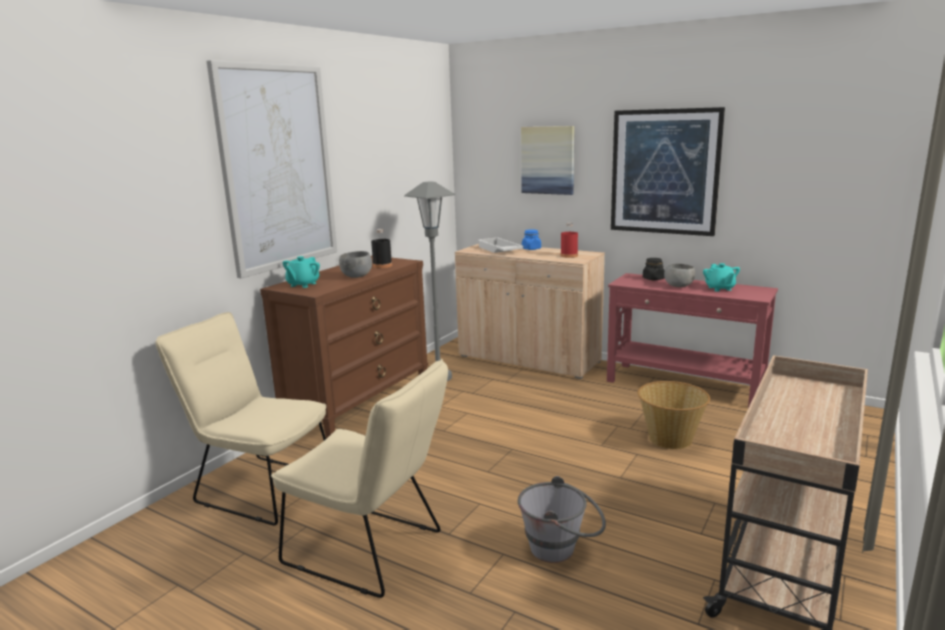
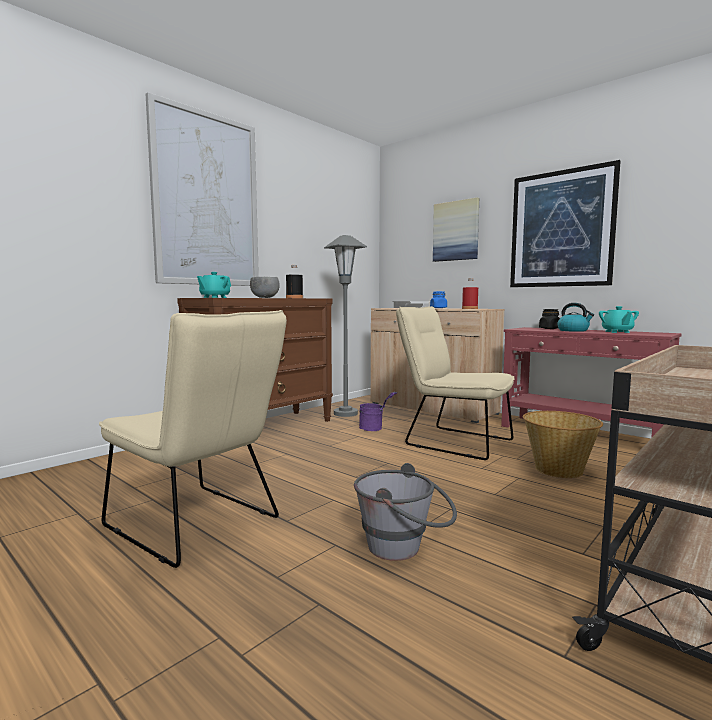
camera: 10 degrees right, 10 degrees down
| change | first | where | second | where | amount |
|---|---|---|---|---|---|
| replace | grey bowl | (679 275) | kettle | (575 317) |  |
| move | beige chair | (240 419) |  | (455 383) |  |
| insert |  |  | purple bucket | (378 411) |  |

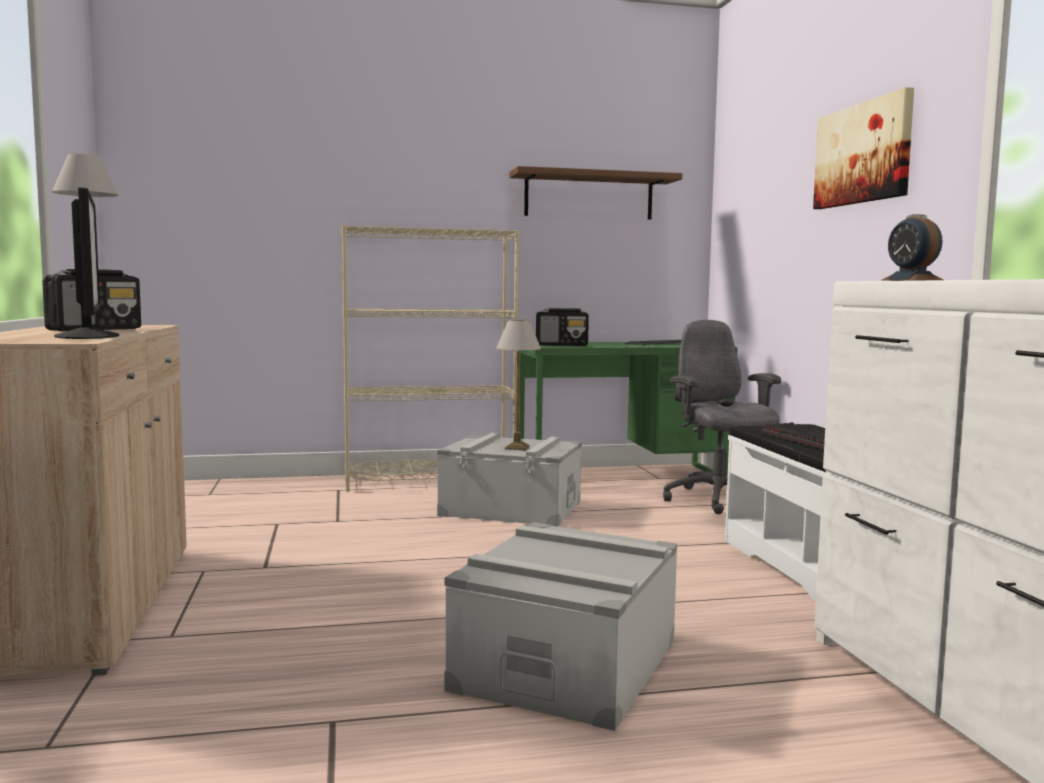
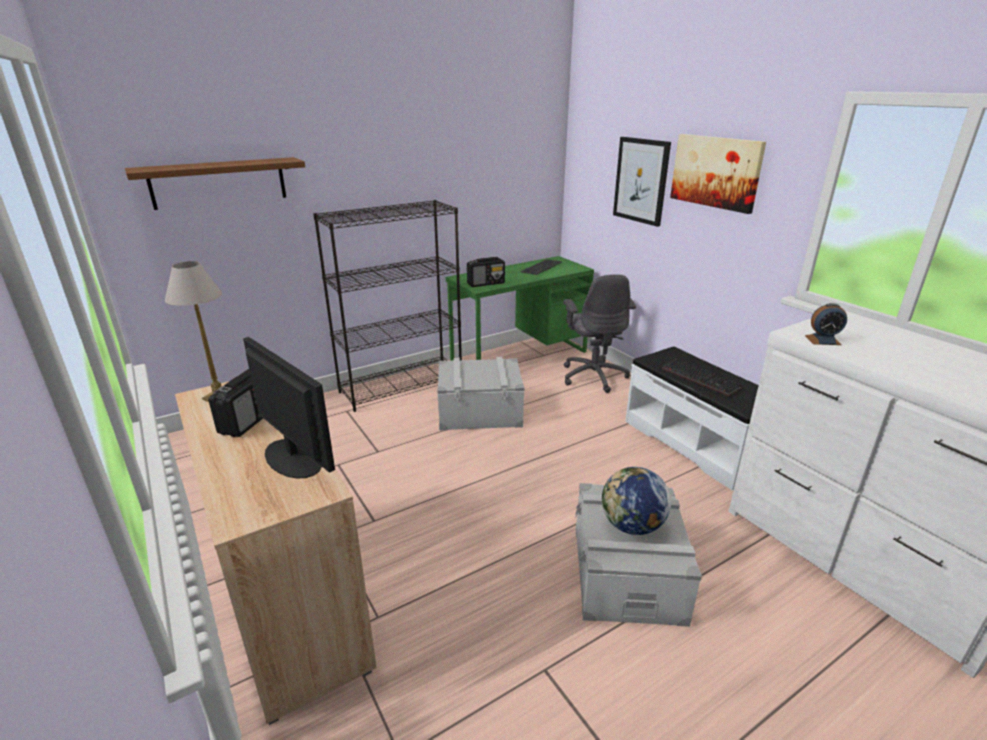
camera: 20 degrees left, 20 degrees up
| change | first | where | second | where | amount |
|---|---|---|---|---|---|
| move | brown shelf | (595 193) |  | (215 183) |  |
| rotate | alarm clock | (913 247) |  | (826 324) | 45 degrees counterclockwise |
| recolor | beige bookcase | (430 358) | black bookcase | (387 306) |  |
| delete | table lamp | (518 385) |  |  |  |
| rotate | grey office chair | (722 417) |  | (599 333) | 150 degrees counterclockwise |
| insert |  |  | picture | (642 182) |  |
| insert |  |  | globe | (636 501) |  |

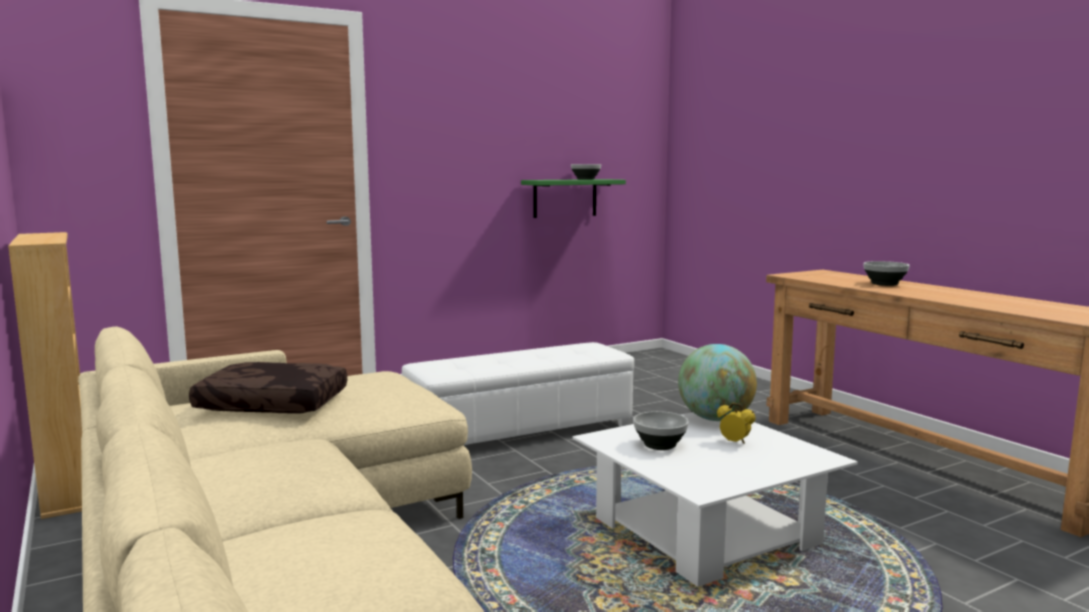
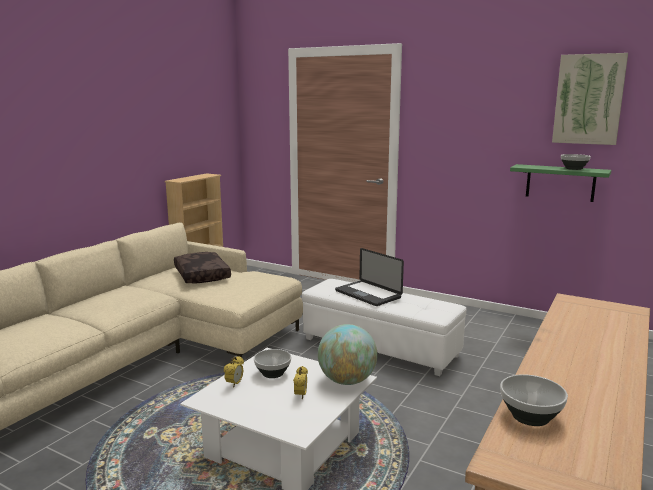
camera: 60 degrees right, 5 degrees up
| change | first | where | second | where | amount |
|---|---|---|---|---|---|
| move | bowl | (887 273) |  | (534 400) |  |
| insert |  |  | picture | (590 99) |  |
| insert |  |  | laptop | (369 277) |  |
| insert |  |  | alarm clock | (234 372) |  |

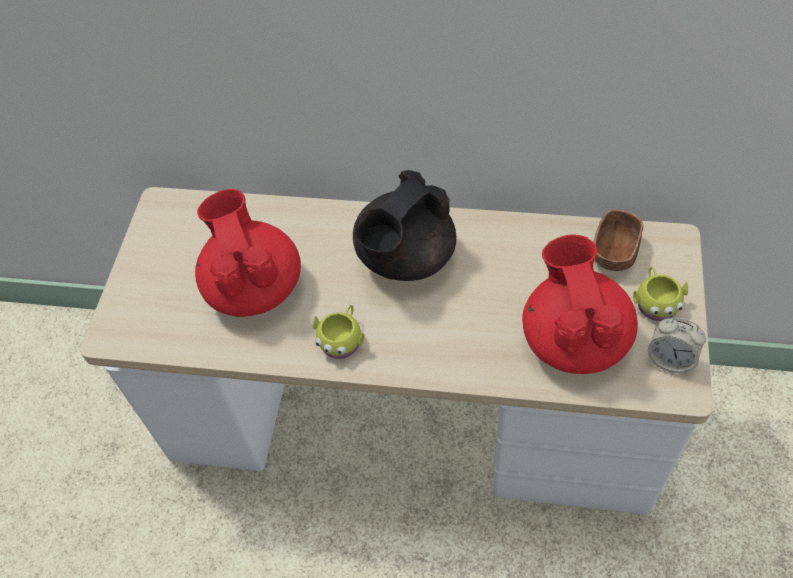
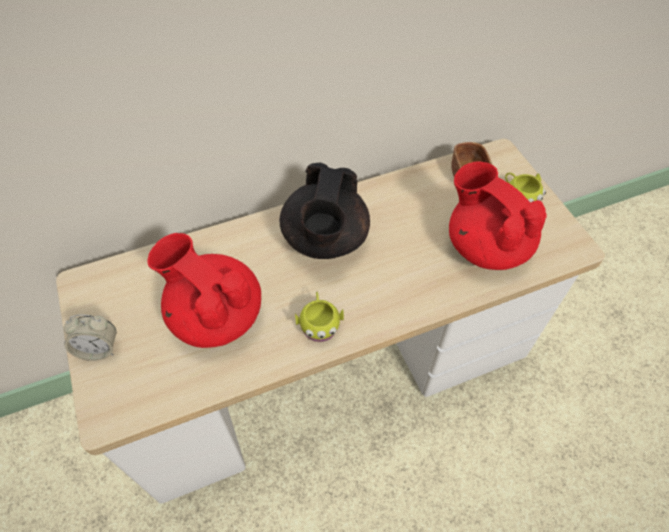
camera: 35 degrees left, 0 degrees up
| change | first | where | second | where | amount |
|---|---|---|---|---|---|
| move | alarm clock | (676 345) |  | (89 338) |  |

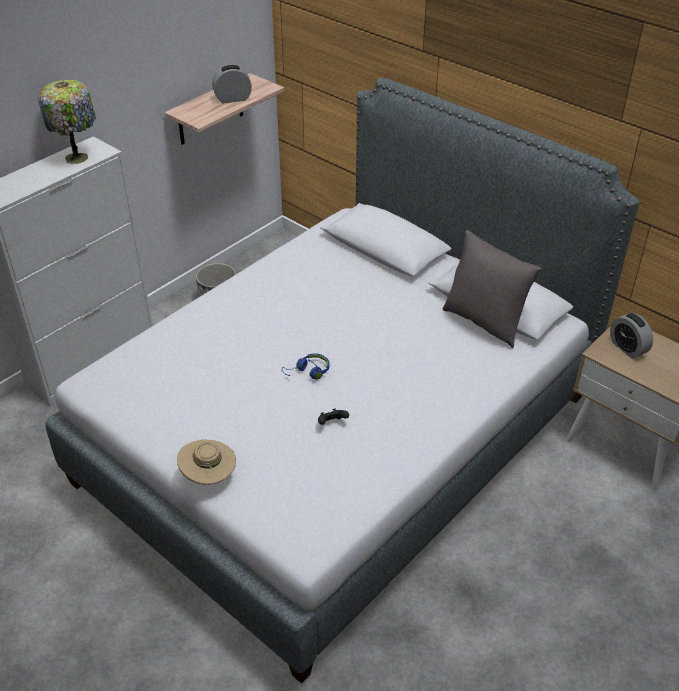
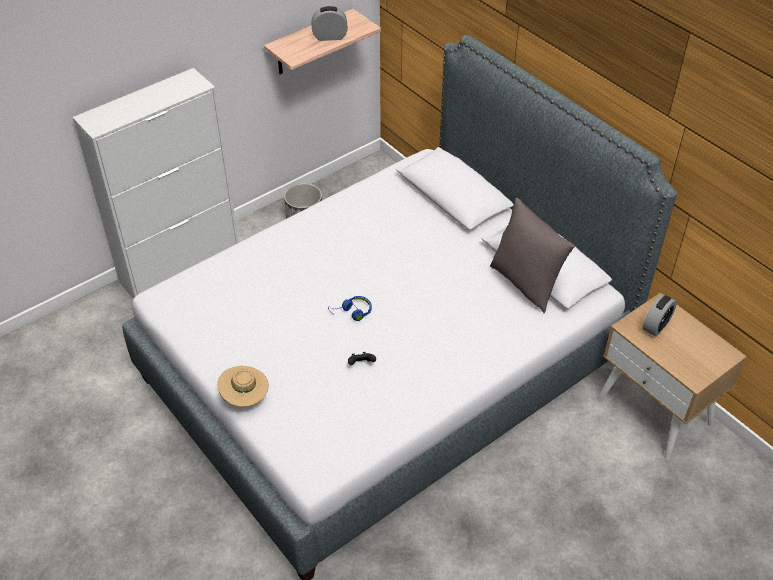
camera: 10 degrees right, 5 degrees up
| change | first | where | second | where | amount |
|---|---|---|---|---|---|
| delete | table lamp | (67 122) |  |  |  |
| rotate | alarm clock | (631 335) |  | (660 315) | 120 degrees counterclockwise |

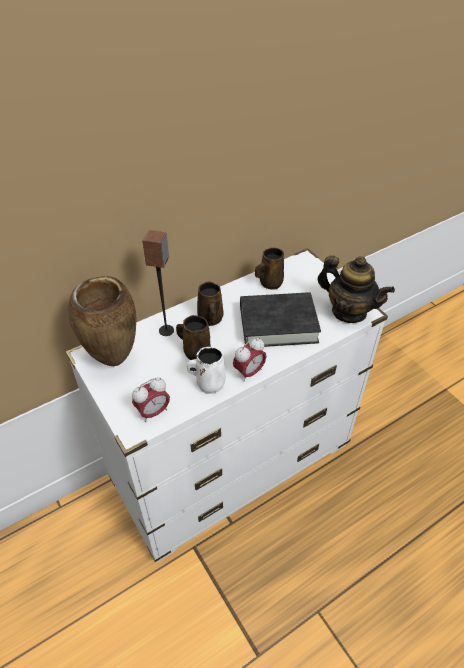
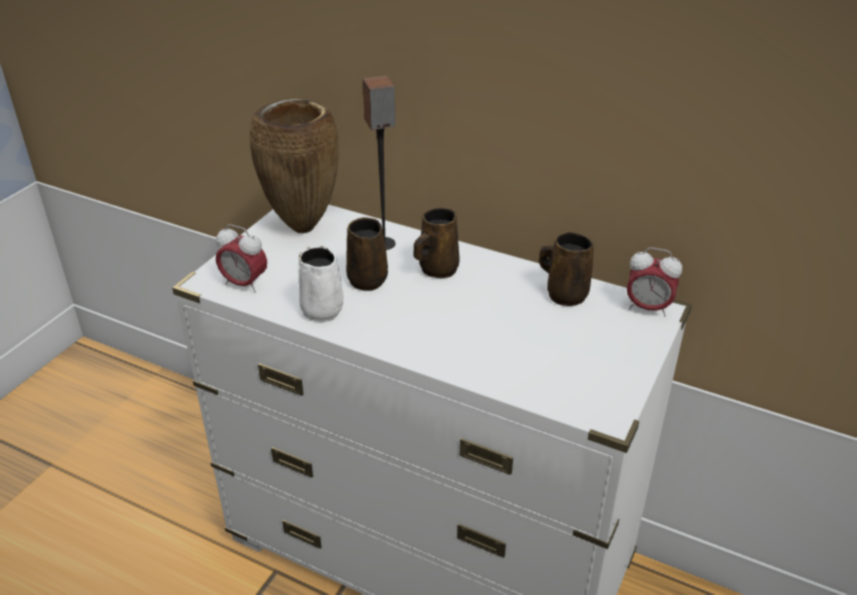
camera: 60 degrees right, 10 degrees down
| change | first | where | second | where | amount |
|---|---|---|---|---|---|
| delete | teapot | (356 289) |  |  |  |
| delete | black book | (280 319) |  |  |  |
| move | alarm clock | (249 360) |  | (654 282) |  |

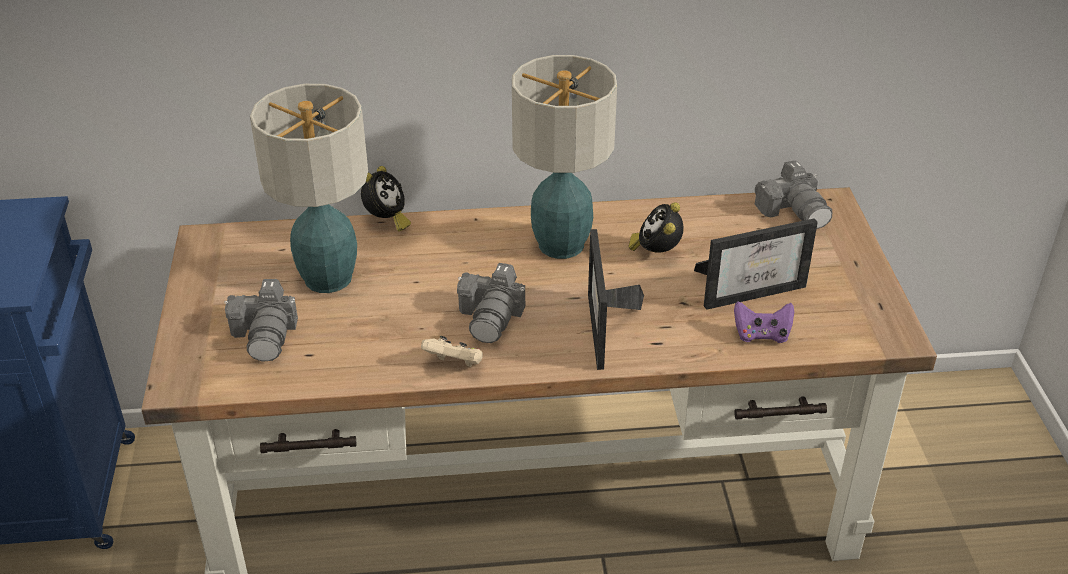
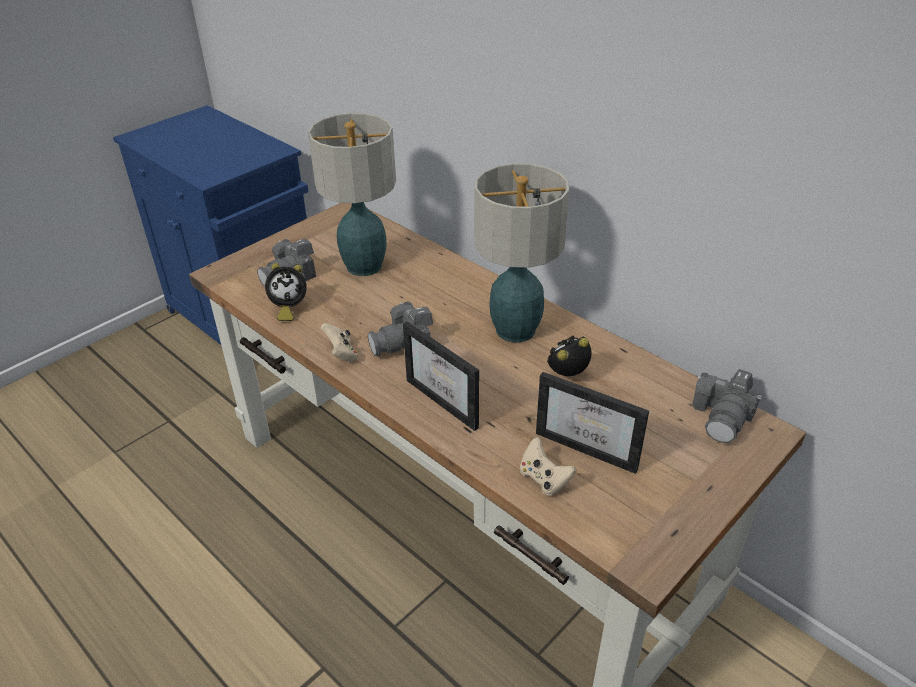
camera: 50 degrees right, 0 degrees up
| change | first | where | second | where | amount |
|---|---|---|---|---|---|
| move | alarm clock | (386 198) |  | (286 292) |  |
| rotate | picture frame | (616 299) |  | (441 376) | 90 degrees counterclockwise |
| recolor | purple game controller | (764 322) | beige game controller | (548 466) |  |

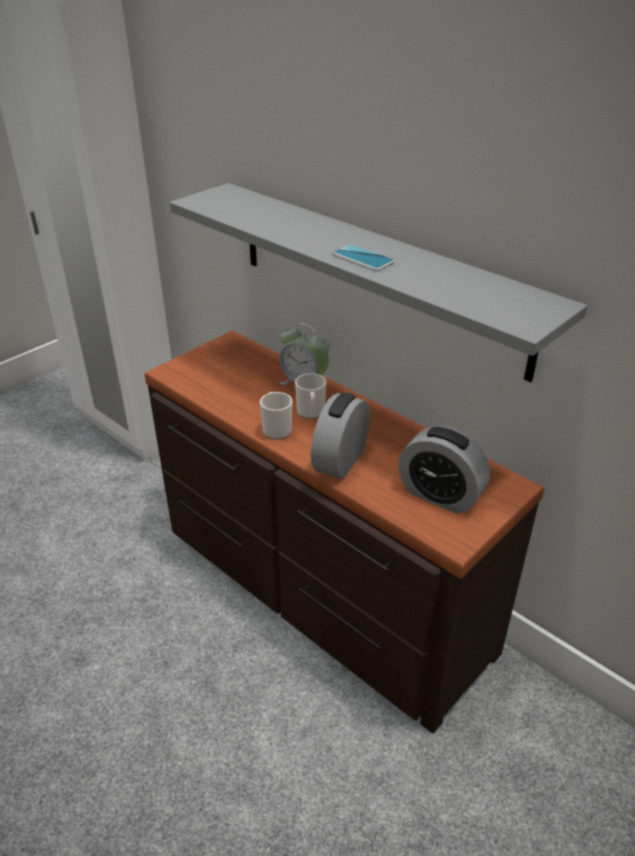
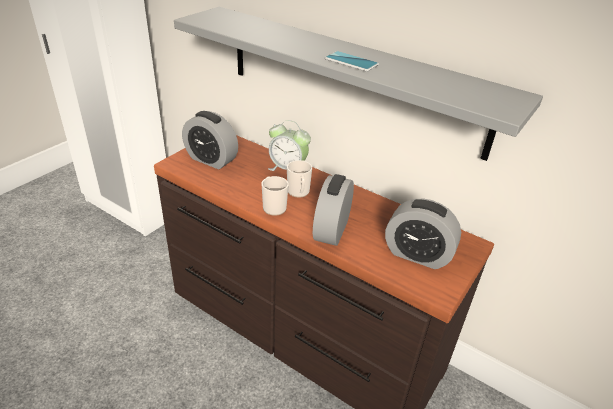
camera: 10 degrees left, 0 degrees up
| change | first | where | second | where | amount |
|---|---|---|---|---|---|
| insert |  |  | alarm clock | (210 140) |  |

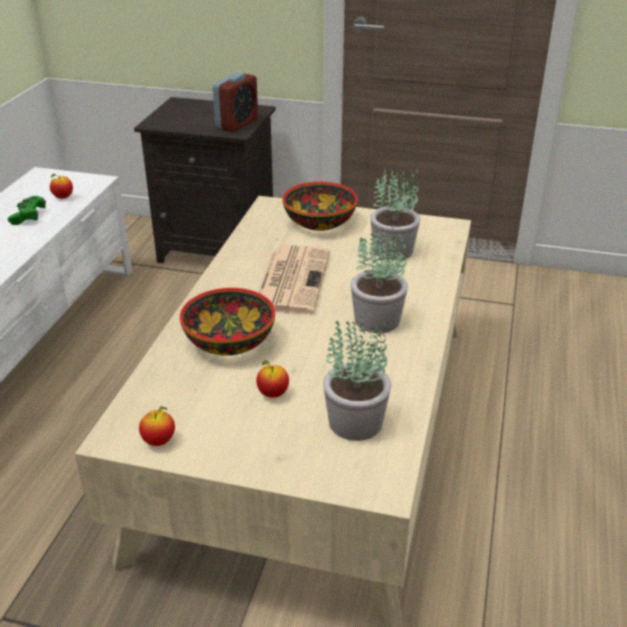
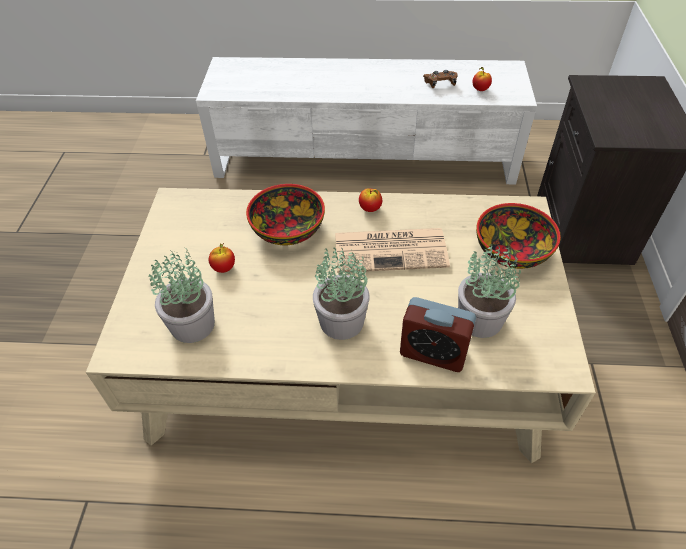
camera: 80 degrees right, 15 degrees up
| change | first | where | second | where | amount |
|---|---|---|---|---|---|
| move | alarm clock | (235 102) |  | (438 334) |  |
| recolor | green game controller | (27 210) | brown game controller | (440 79) |  |
| move | apple | (157 426) |  | (370 200) |  |

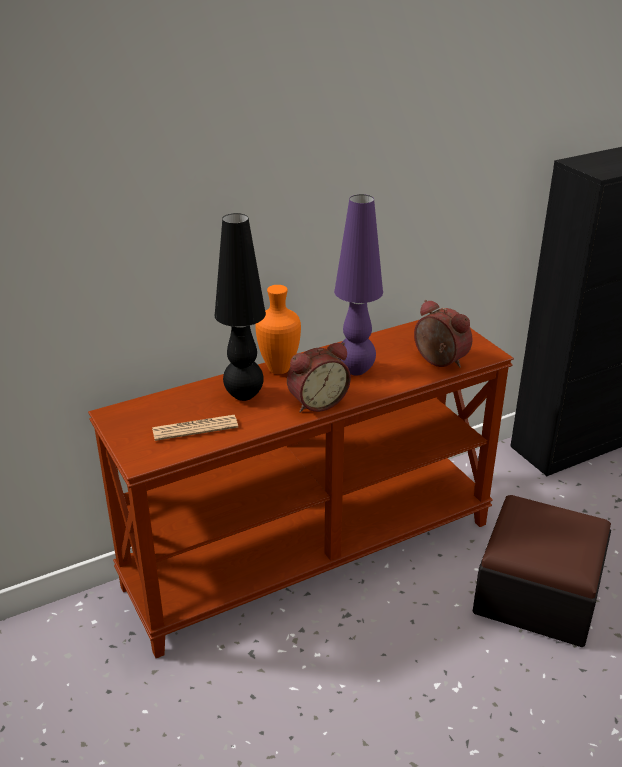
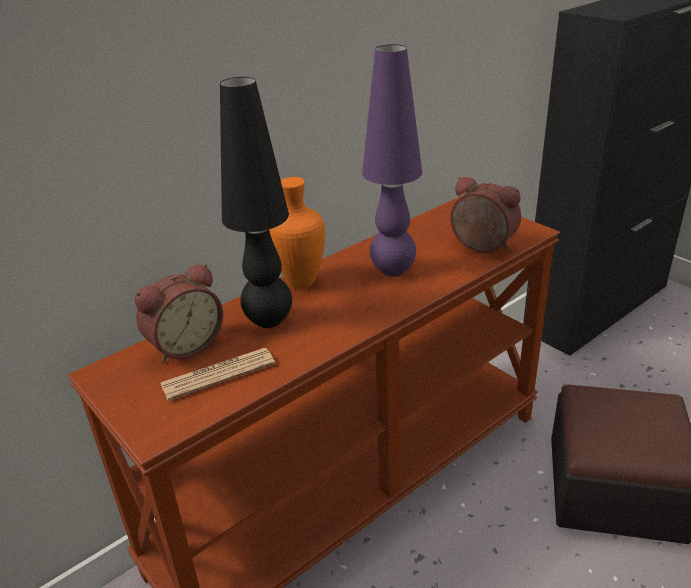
camera: 10 degrees left, 0 degrees up
| change | first | where | second | where | amount |
|---|---|---|---|---|---|
| move | alarm clock | (319 377) |  | (179 313) |  |

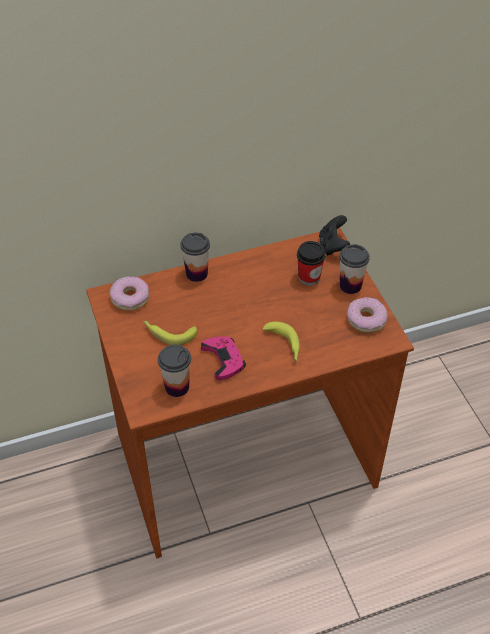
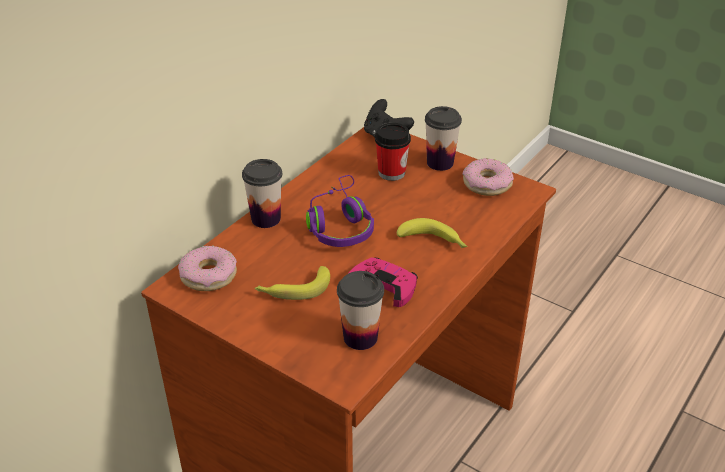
camera: 35 degrees left, 10 degrees down
| change | first | where | second | where | amount |
|---|---|---|---|---|---|
| insert |  |  | purple headphones | (340 211) |  |

